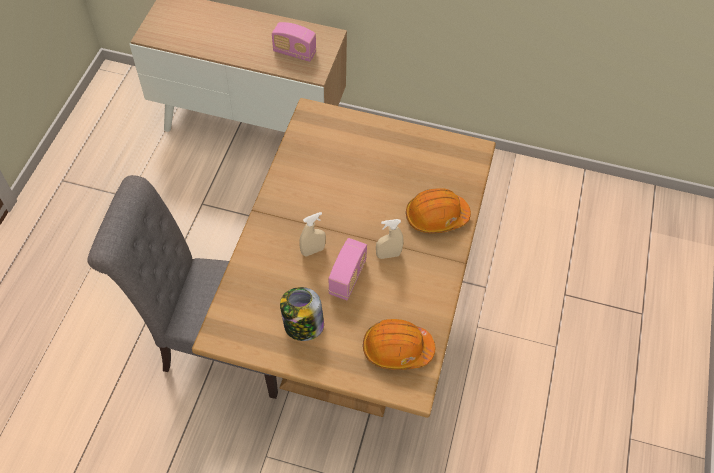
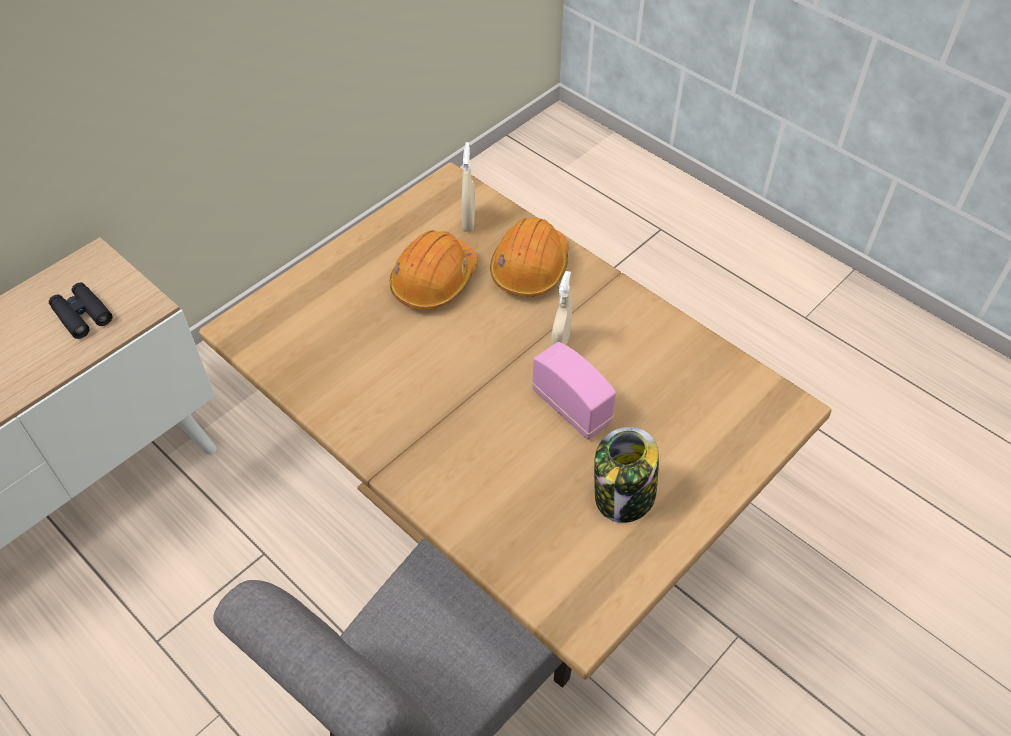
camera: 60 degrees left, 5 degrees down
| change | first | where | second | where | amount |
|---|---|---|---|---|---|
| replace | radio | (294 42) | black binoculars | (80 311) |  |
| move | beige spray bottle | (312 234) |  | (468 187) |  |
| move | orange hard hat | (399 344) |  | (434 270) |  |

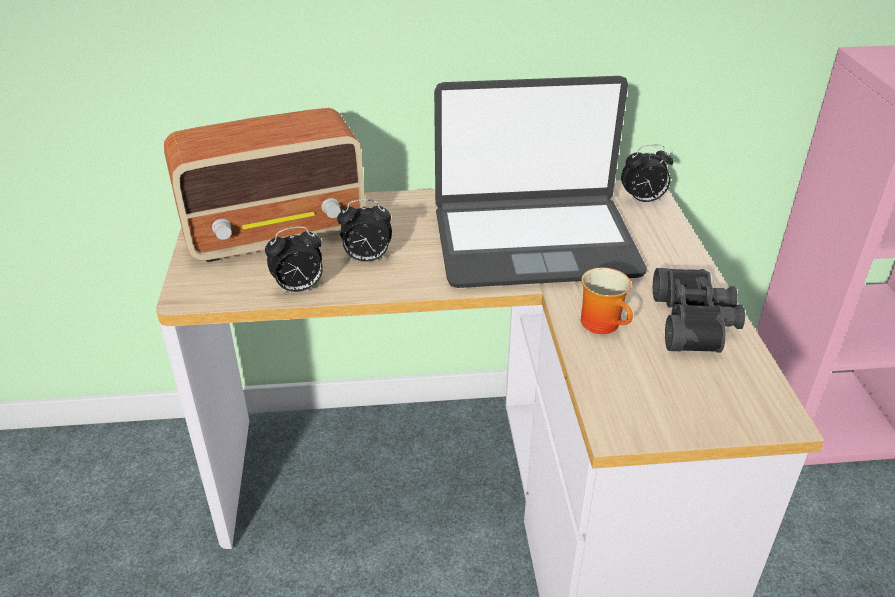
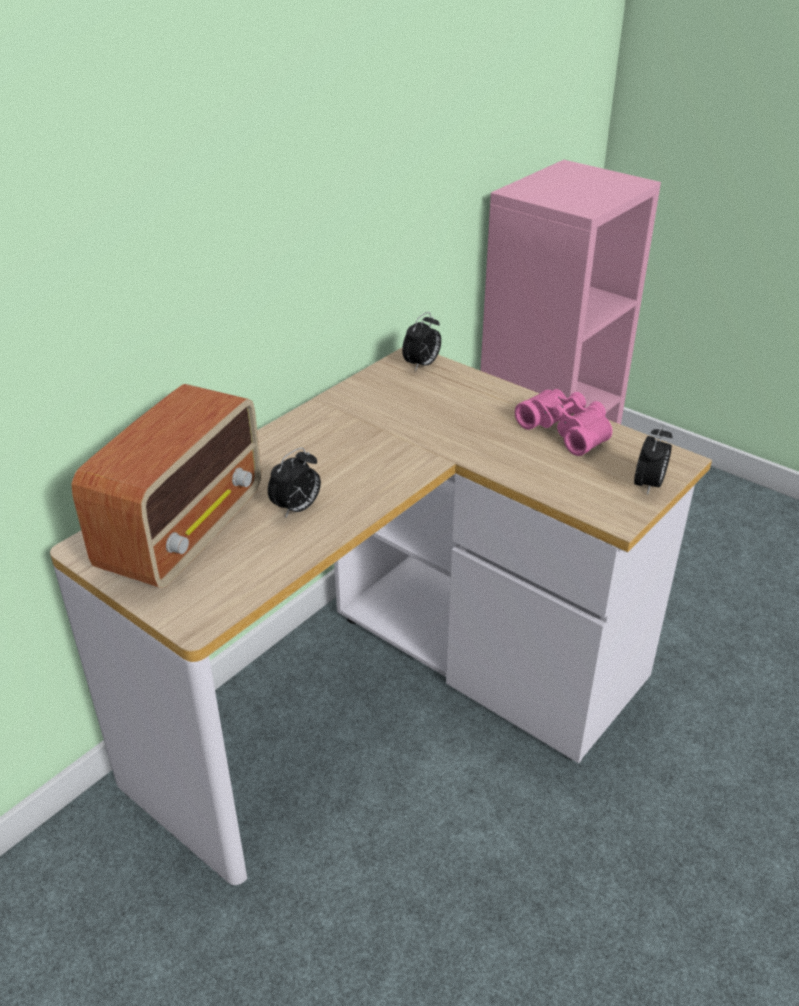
camera: 45 degrees left, 0 degrees up
| change | first | where | second | where | amount |
|---|---|---|---|---|---|
| delete | laptop | (540 182) |  |  |  |
| move | alarm clock | (294 259) |  | (653 459) |  |
| delete | mug | (607 300) |  |  |  |
| recolor | black binoculars | (699 310) | pink binoculars | (563 422) |  |

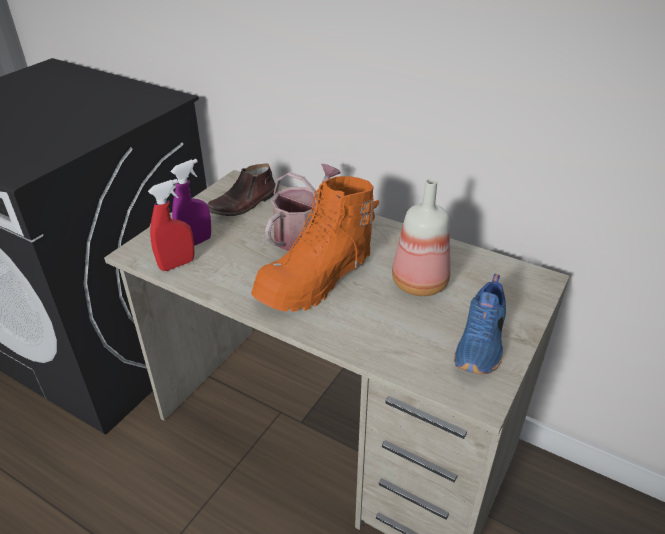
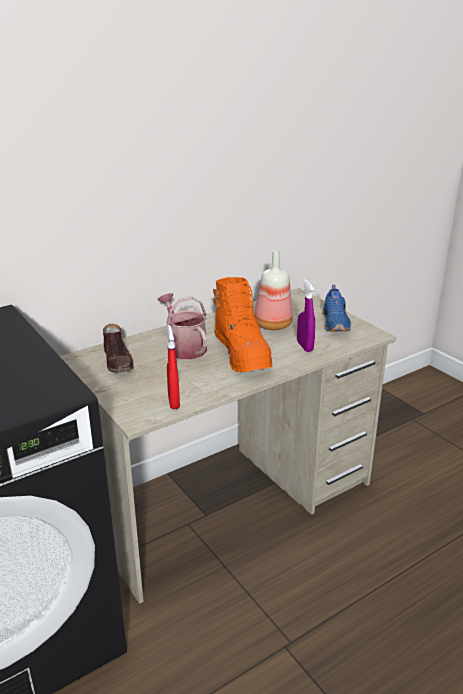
camera: 65 degrees left, 10 degrees down
| change | first | where | second | where | amount |
|---|---|---|---|---|---|
| move | purple spray bottle | (190 202) |  | (306 315) |  |
| rotate | blue shoe | (480 324) |  | (336 308) | 45 degrees clockwise |

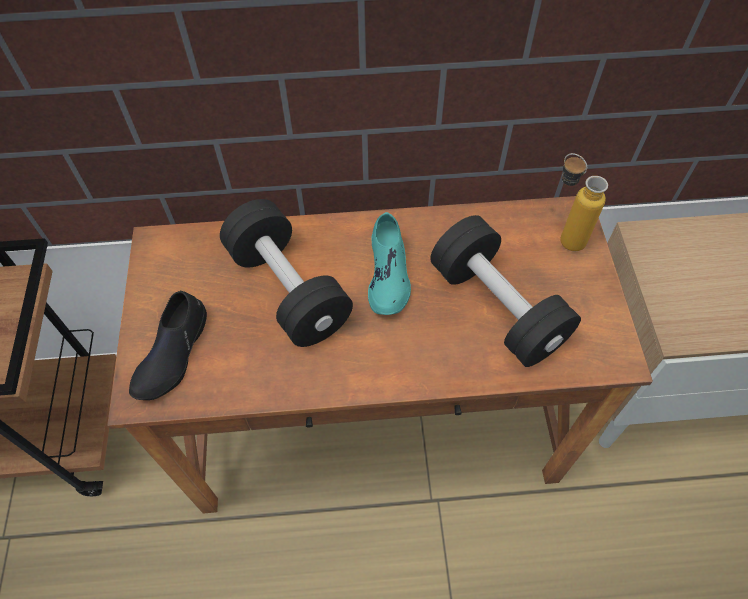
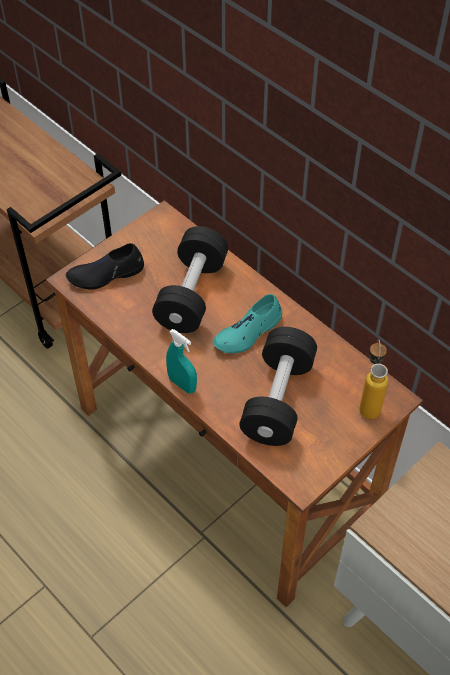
camera: 50 degrees right, 5 degrees down
| change | first | where | second | where | amount |
|---|---|---|---|---|---|
| insert |  |  | turquoise spray bottle | (181 361) |  |

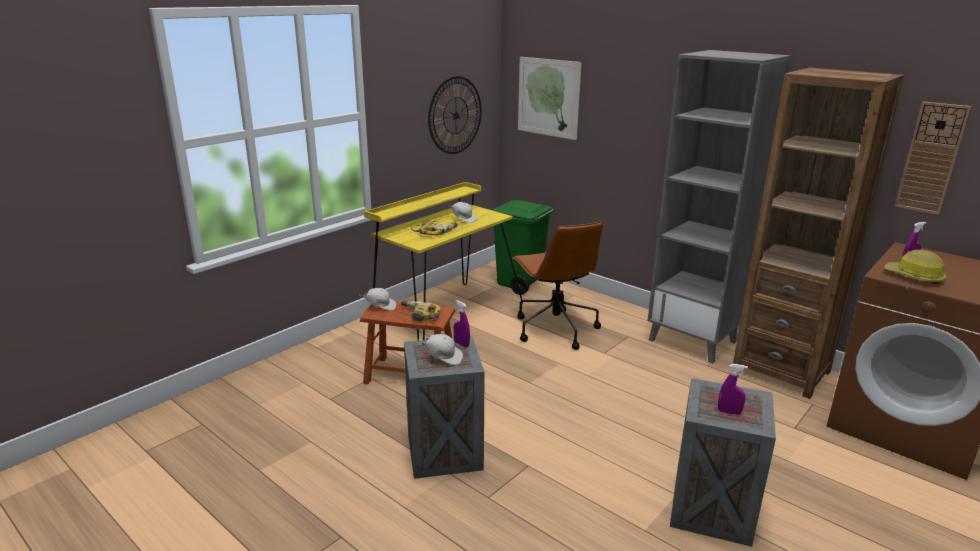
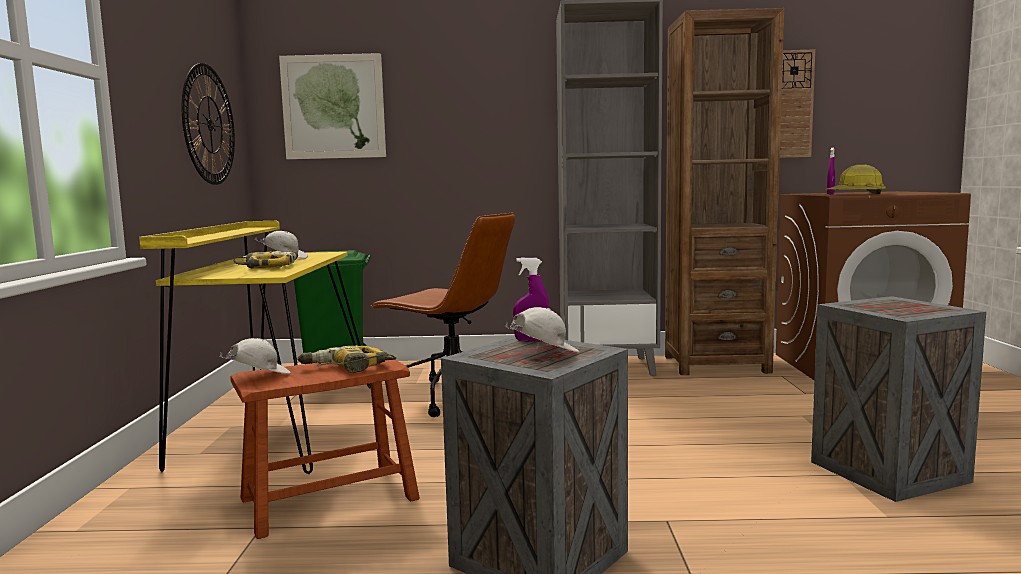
camera: 40 degrees left, 15 degrees down
| change | first | where | second | where | amount |
|---|---|---|---|---|---|
| delete | purple spray bottle | (733 389) |  |  |  |

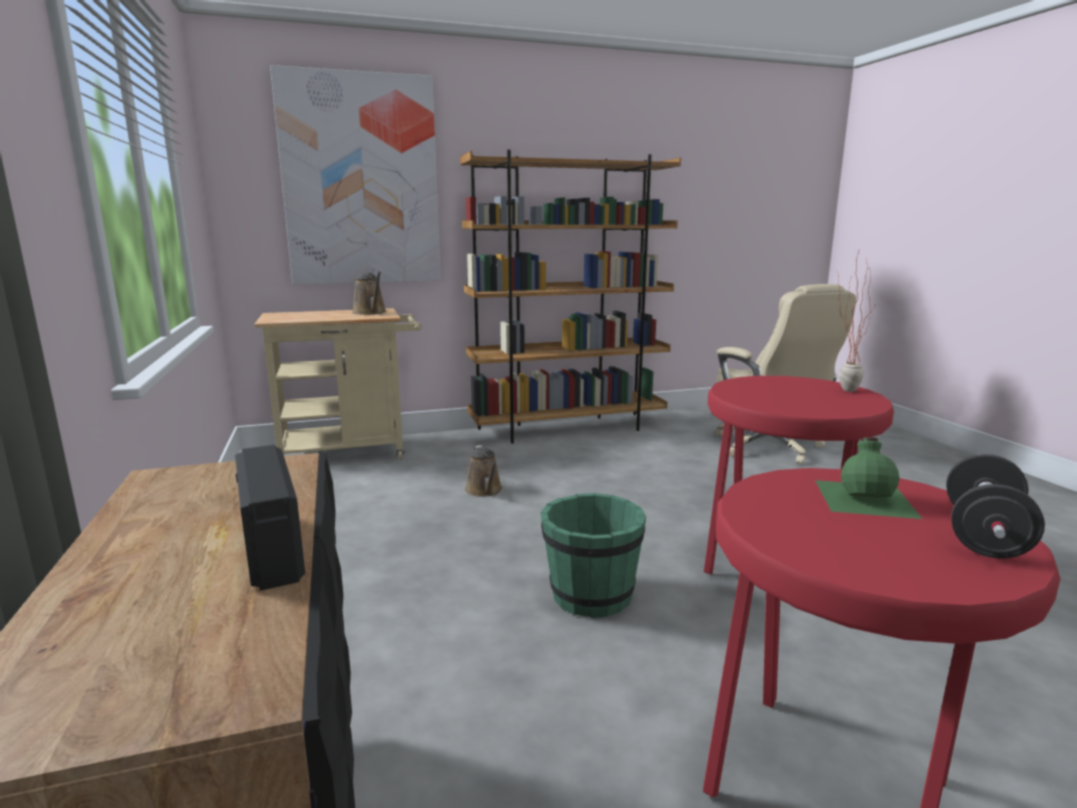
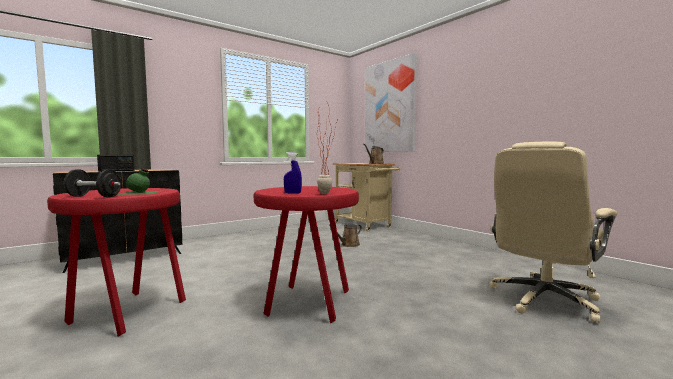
camera: 70 degrees right, 10 degrees down
| change | first | where | second | where | amount |
|---|---|---|---|---|---|
| delete | brown bookcase | (570 297) |  |  |  |
| delete | green bucket | (593 555) |  |  |  |
| insert |  |  | blue spray bottle | (293 173) |  |

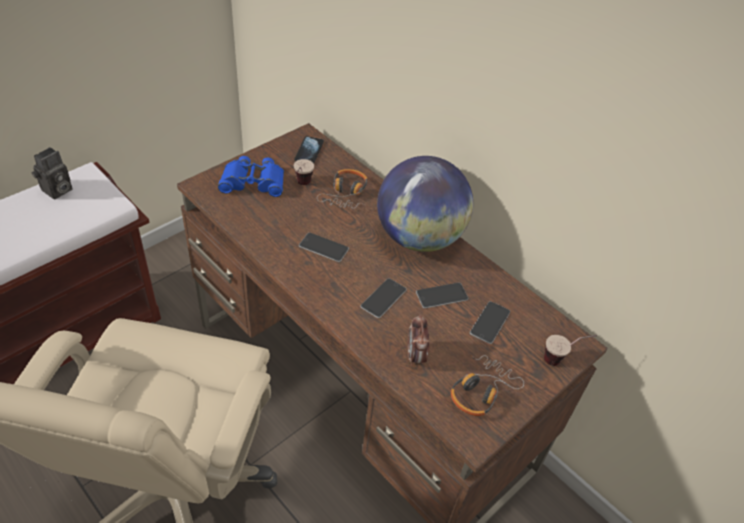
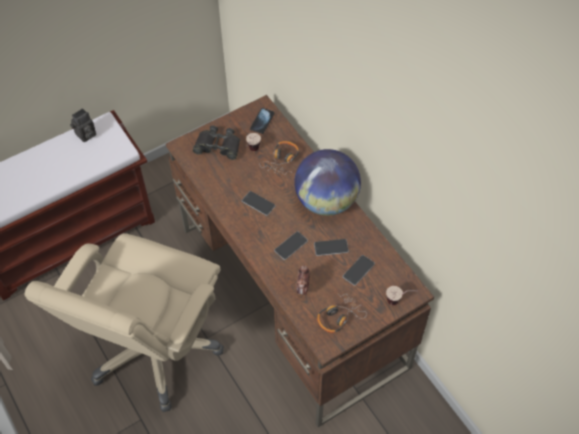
camera: 15 degrees right, 10 degrees up
| change | first | where | second | where | amount |
|---|---|---|---|---|---|
| recolor | blue binoculars | (251 176) | black binoculars | (216 143) |  |

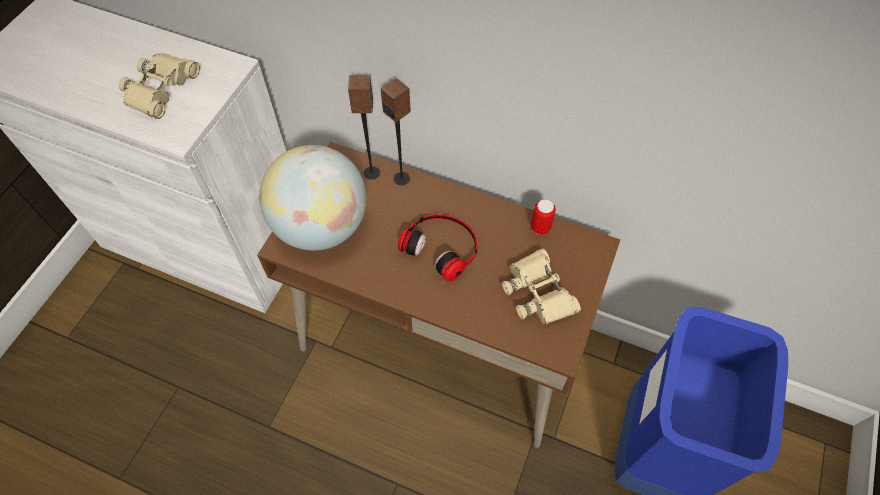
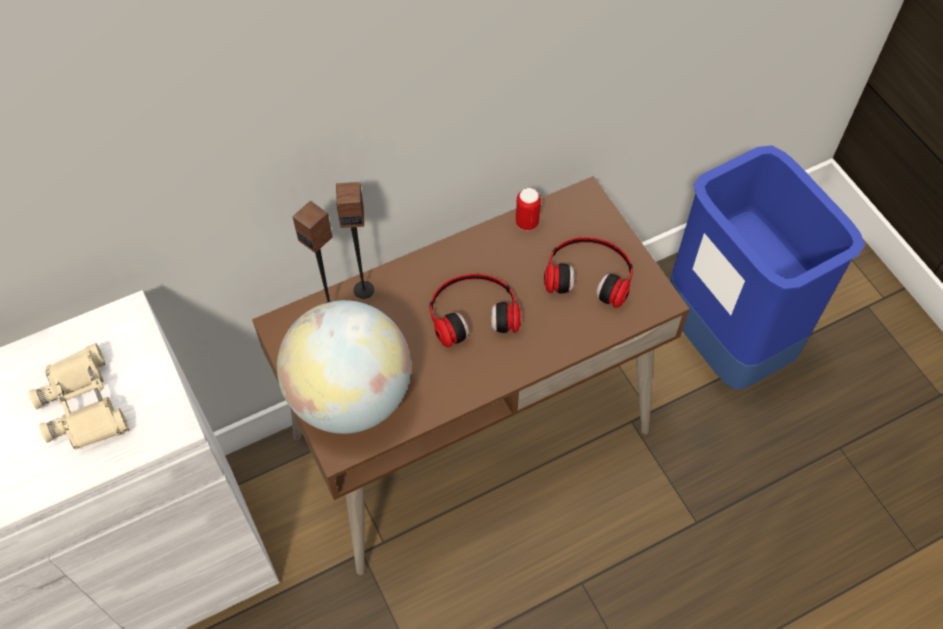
camera: 50 degrees left, 0 degrees up
| change | first | where | second | where | amount |
|---|---|---|---|---|---|
| replace | beige binoculars | (541 287) | headphones | (588 272) |  |

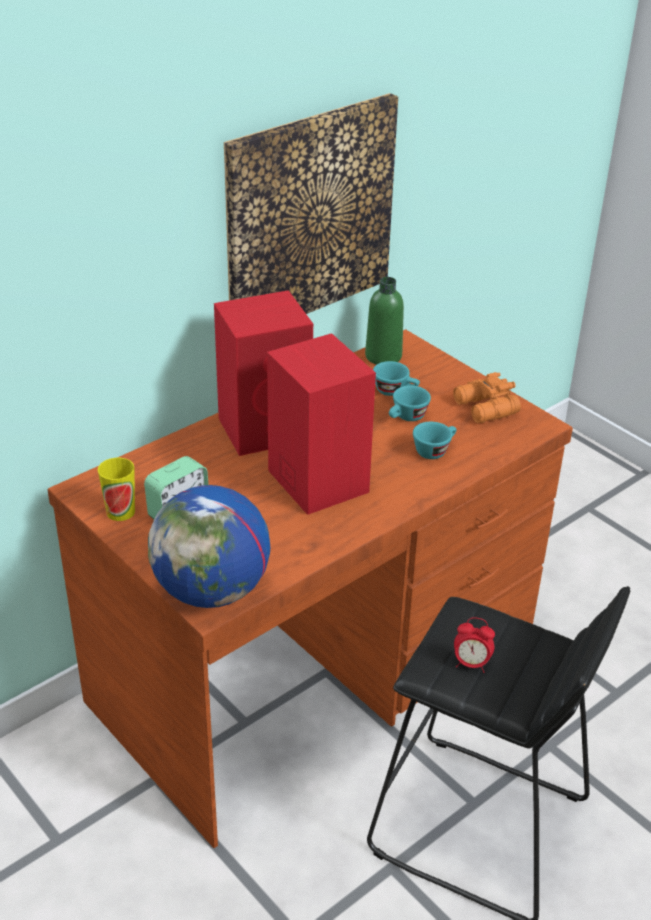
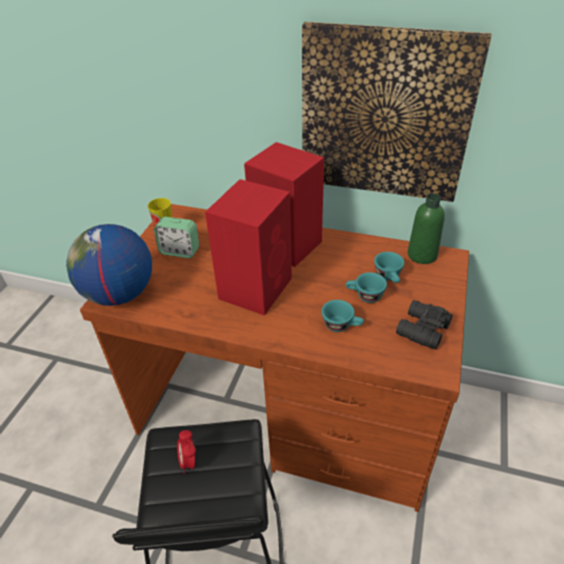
camera: 60 degrees right, 5 degrees up
| change | first | where | second | where | amount |
|---|---|---|---|---|---|
| recolor | orange binoculars | (487 397) | black binoculars | (424 324) |  |

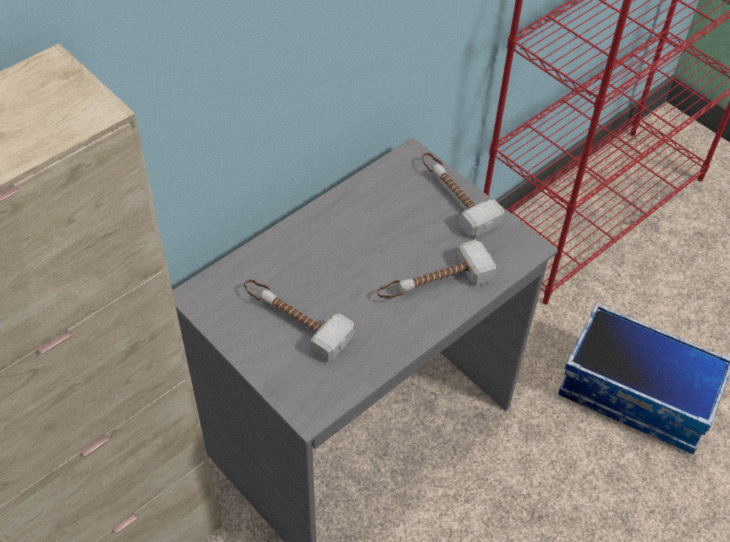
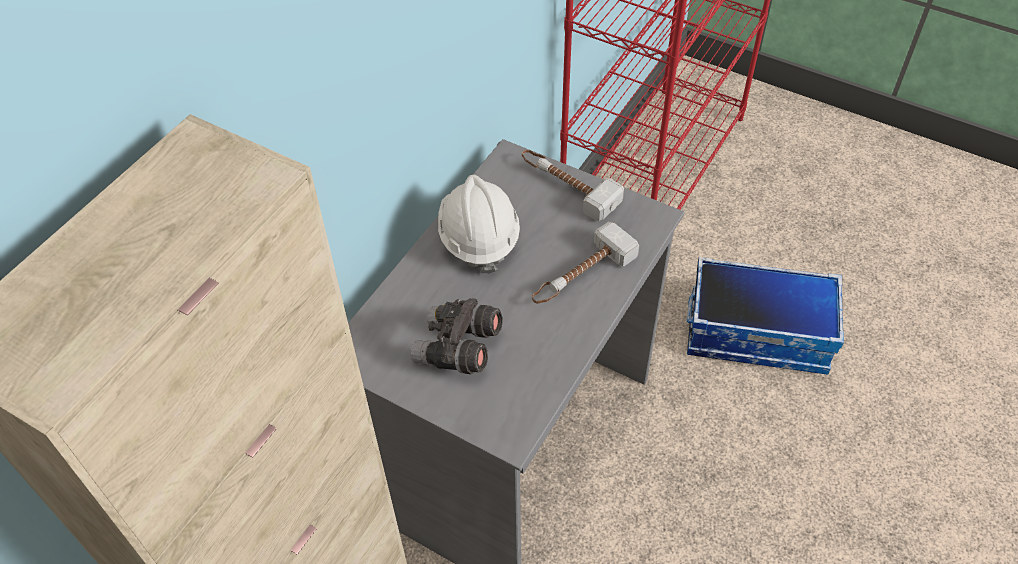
camera: 15 degrees left, 0 degrees up
| change | first | where | second | where | amount |
|---|---|---|---|---|---|
| replace | hammer | (299 320) | grey binoculars | (457 336) |  |
| insert |  |  | white hard hat | (479 224) |  |

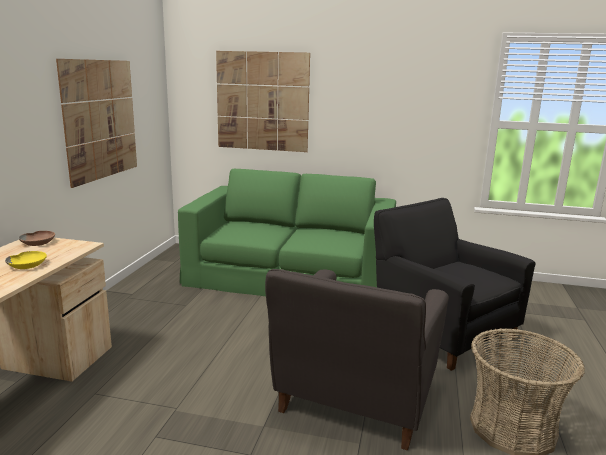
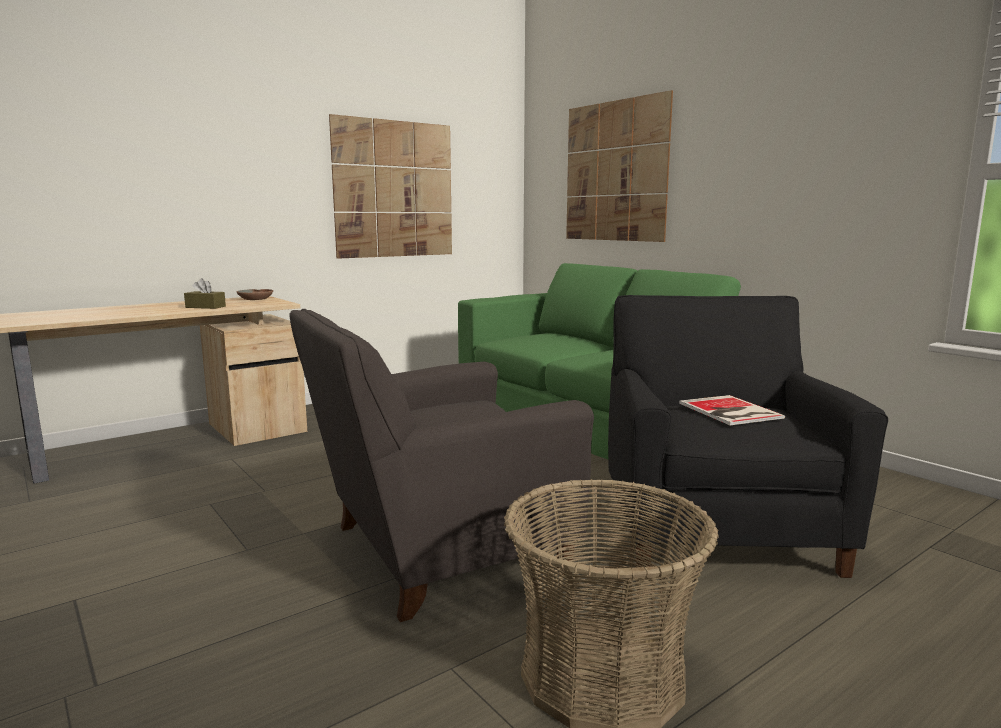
camera: 40 degrees right, 5 degrees down
| change | first | where | second | where | amount |
|---|---|---|---|---|---|
| replace | yellow bowl | (26 260) | brown tissue box | (205 293) |  |
| insert |  |  | book | (732 410) |  |

